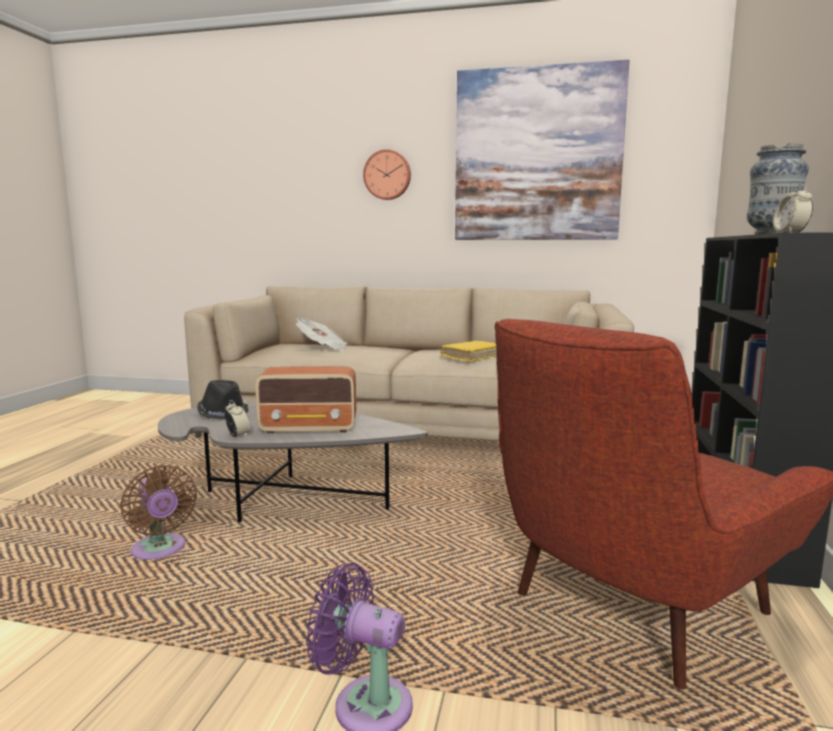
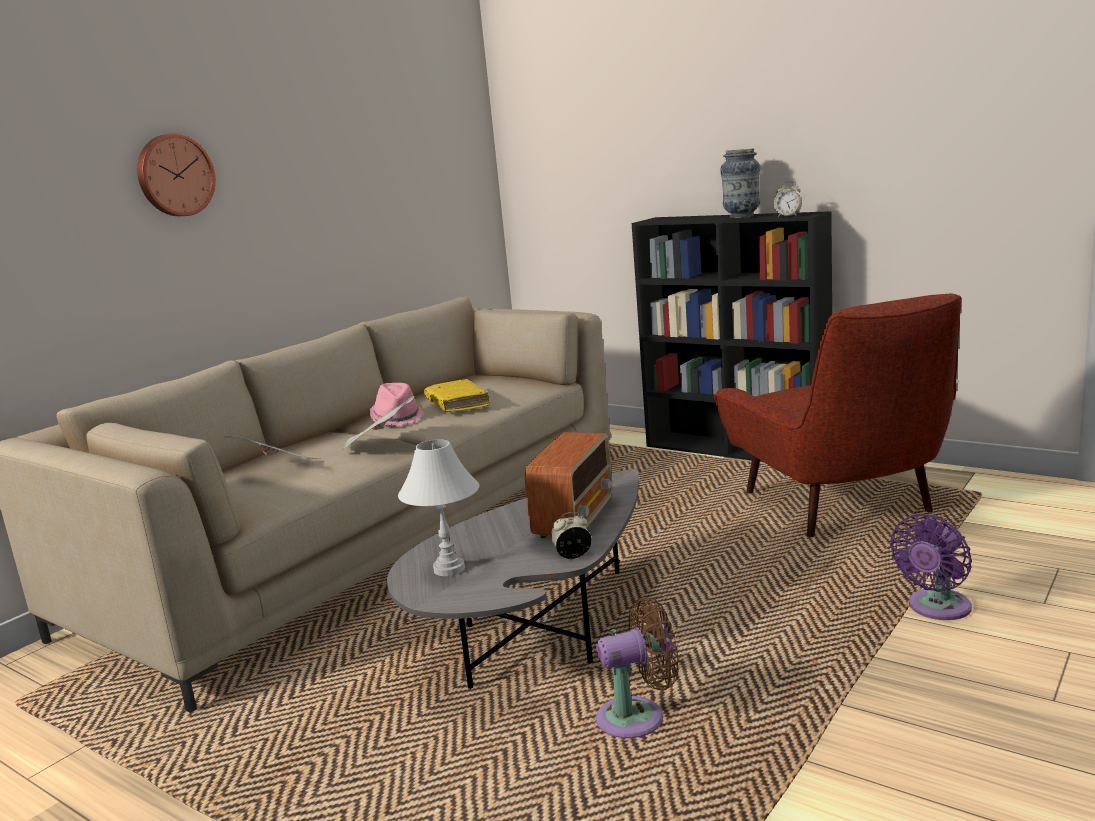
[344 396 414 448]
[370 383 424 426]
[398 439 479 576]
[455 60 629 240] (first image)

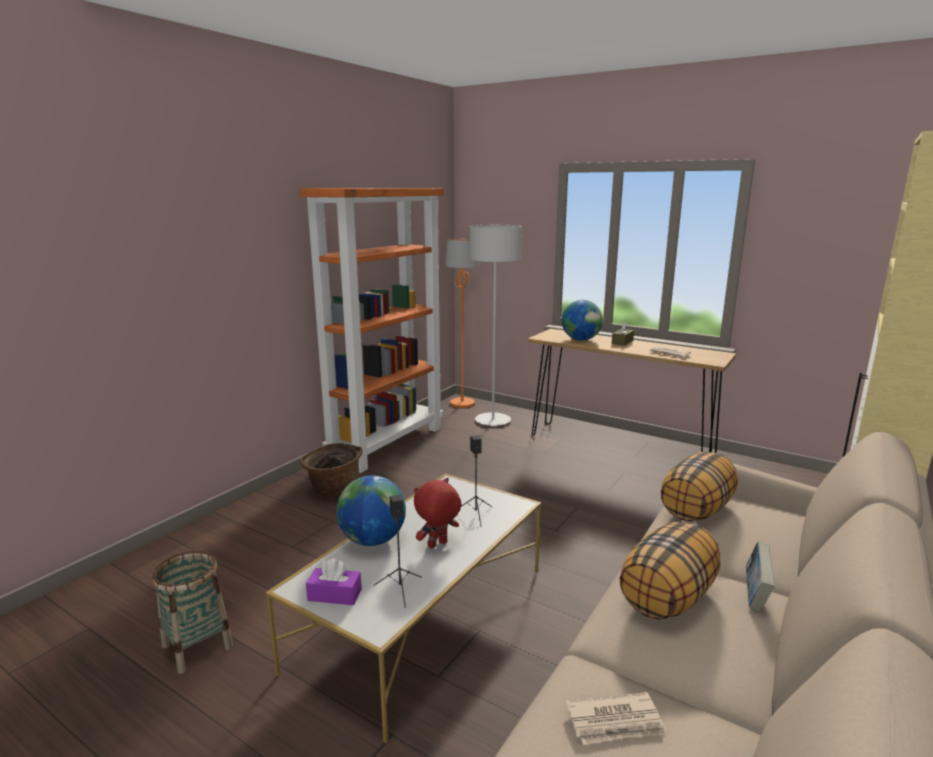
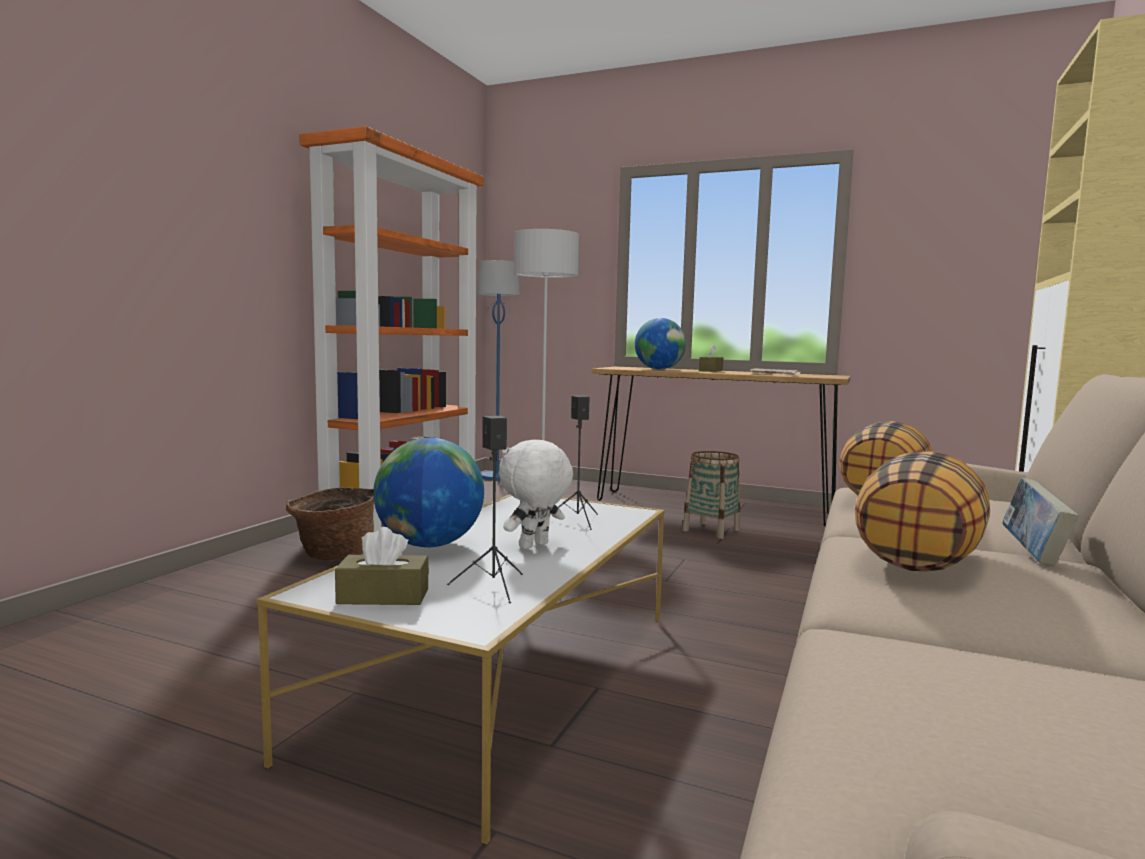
[335 527 429 605]
[477 260 520 481]
[499 440 573 549]
[683 451 740 539]
[565 692 668 745] (first image)

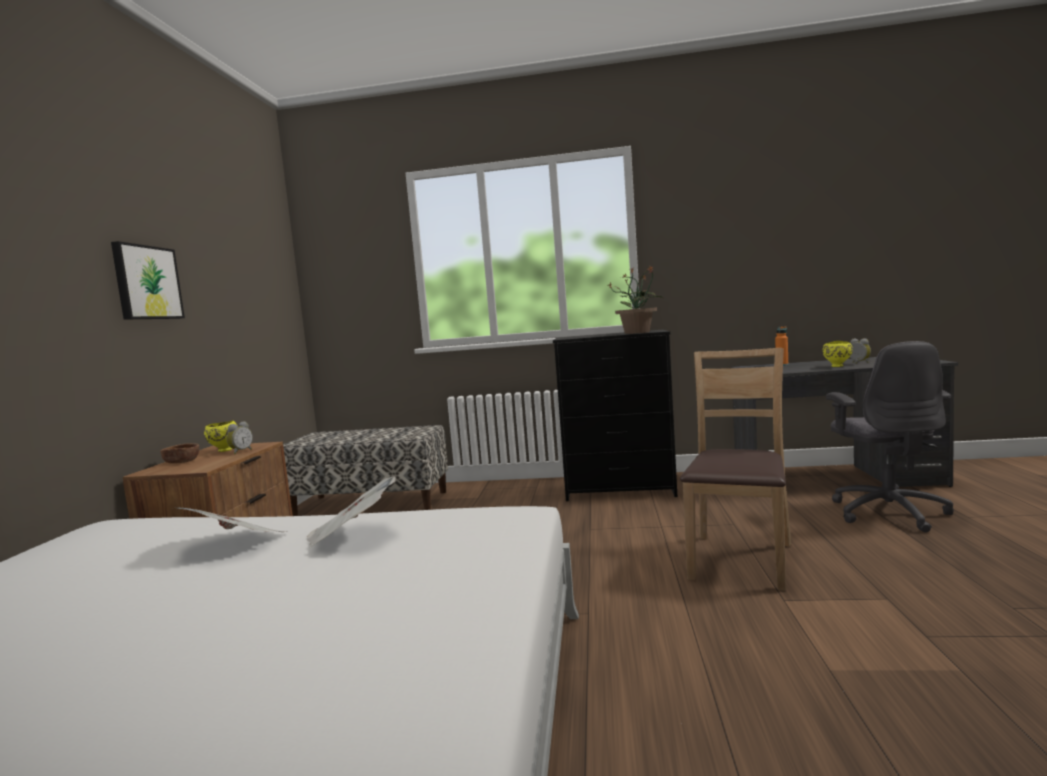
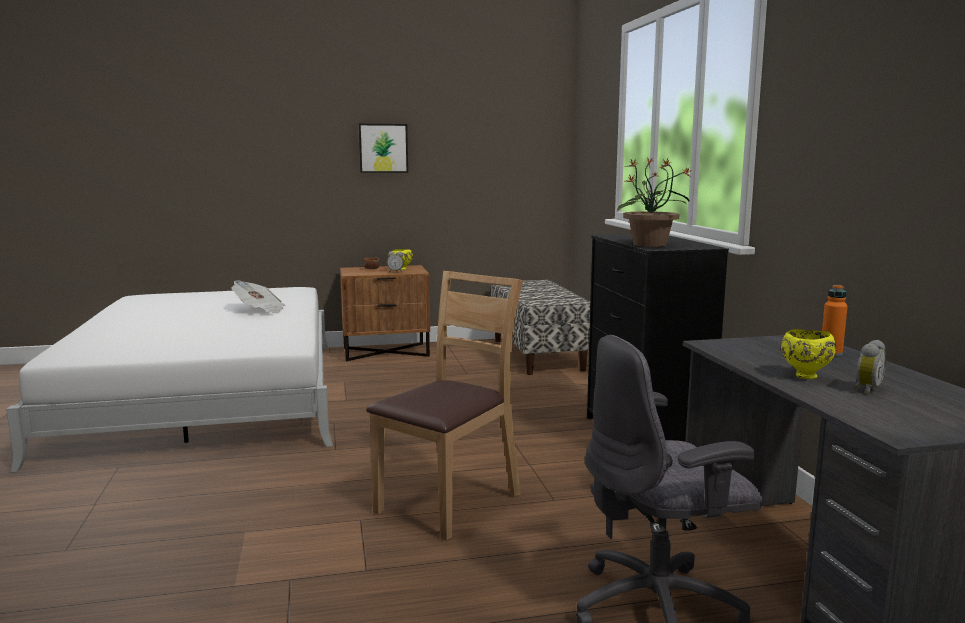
[366 271 523 541]
[307 476 396 548] (first image)

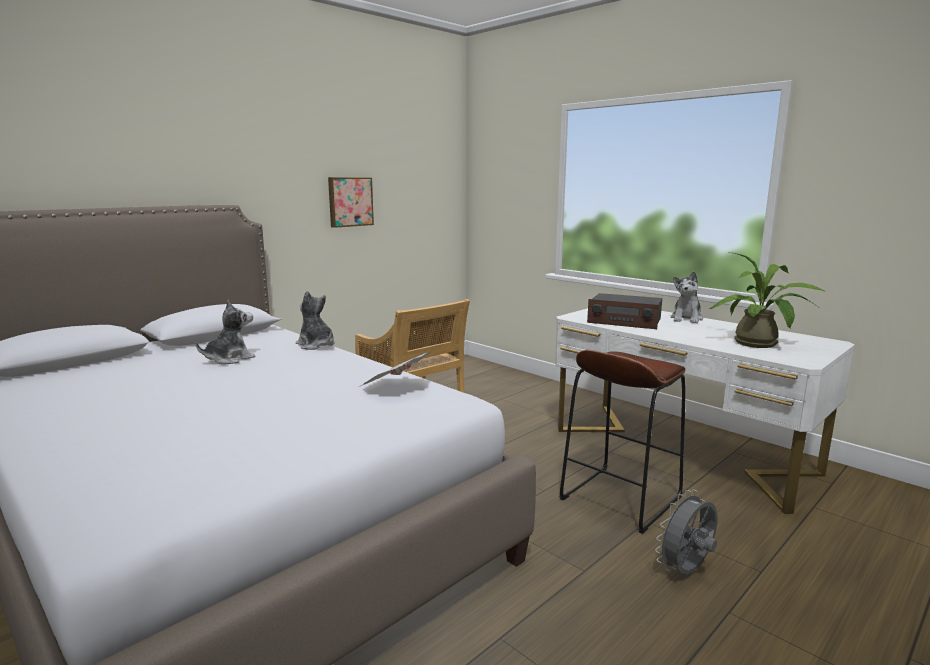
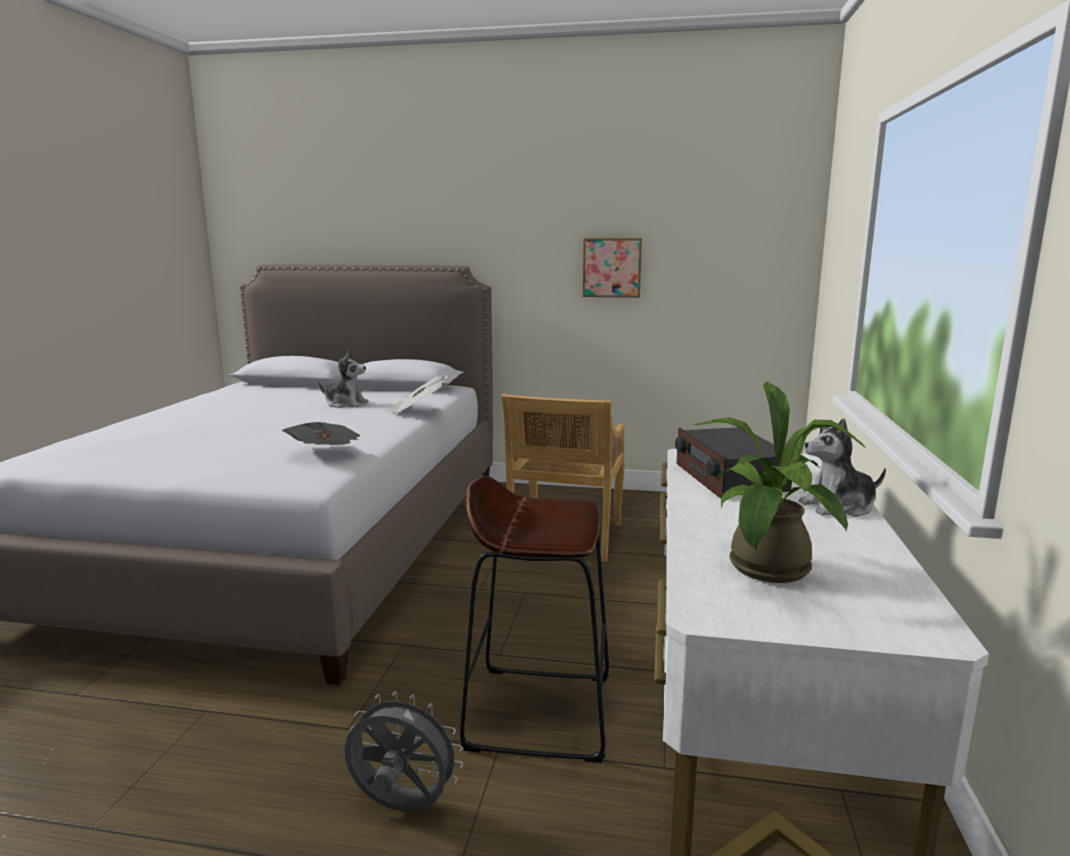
[387 375 448 413]

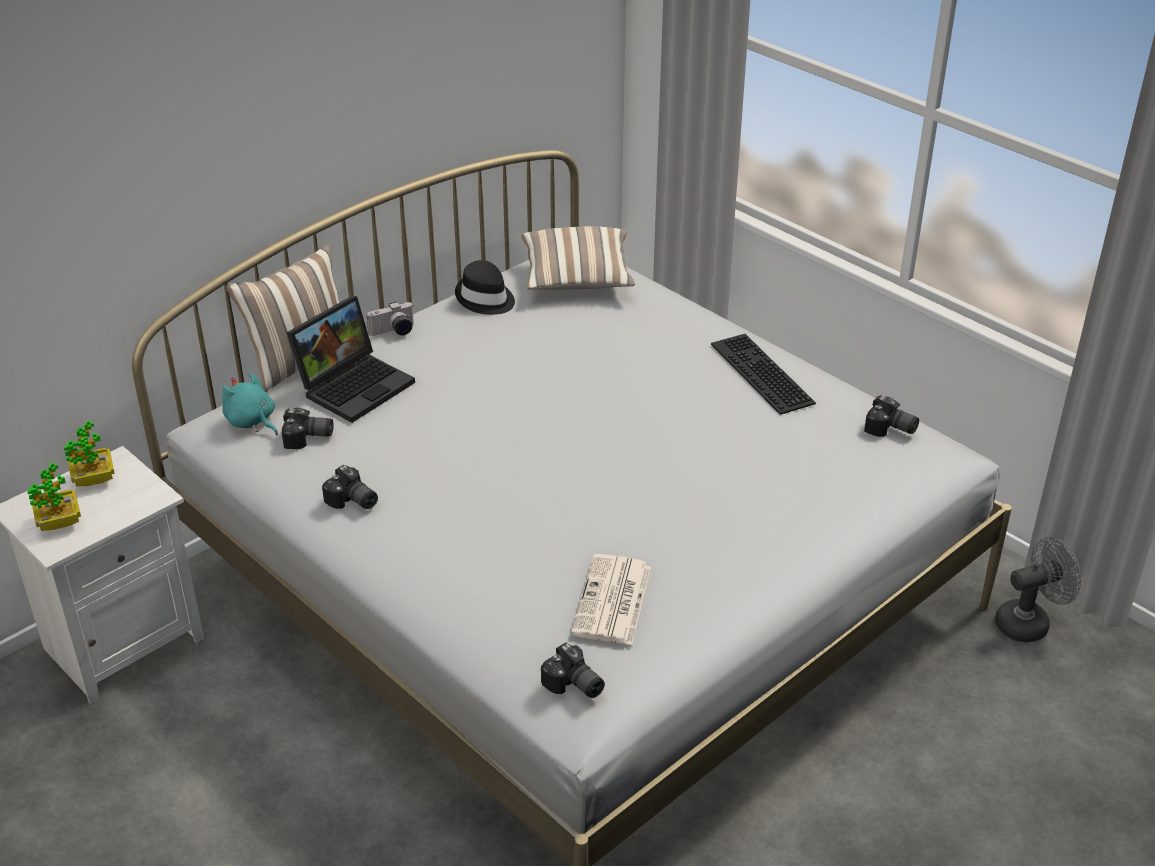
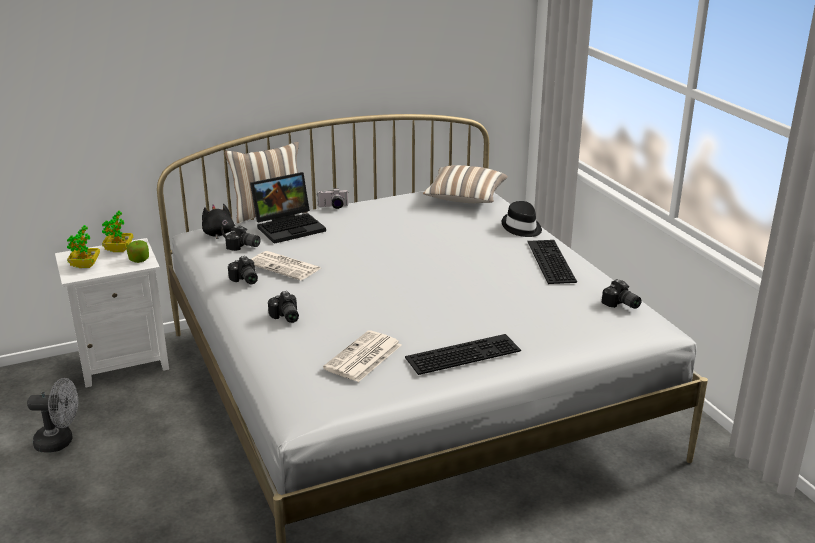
[27 378 78 453]
[127 240 149 263]
[202 204 235 239]
[252 251 321 280]
[268 291 299 323]
[405 334 521 375]
[502 201 542 237]

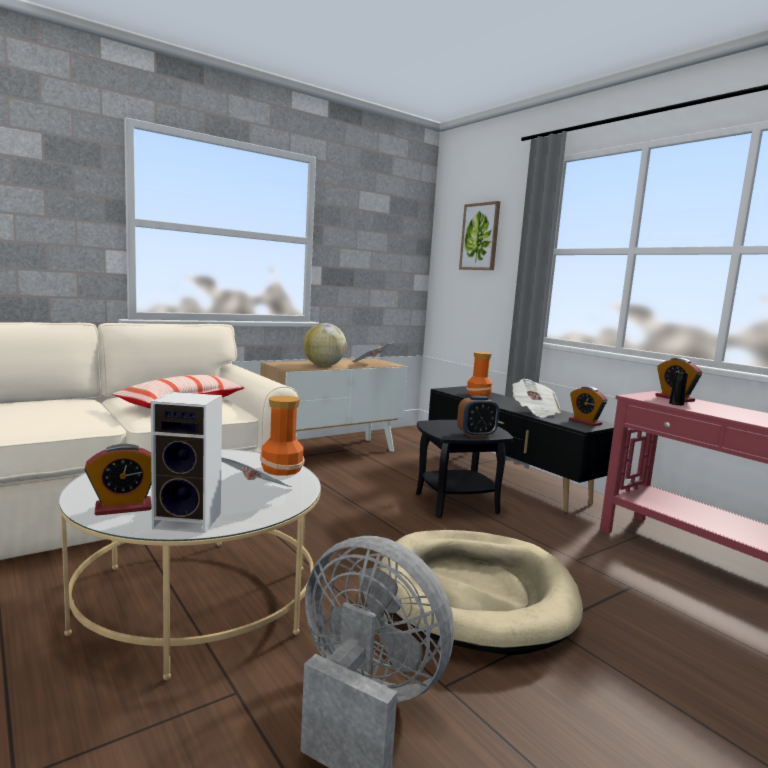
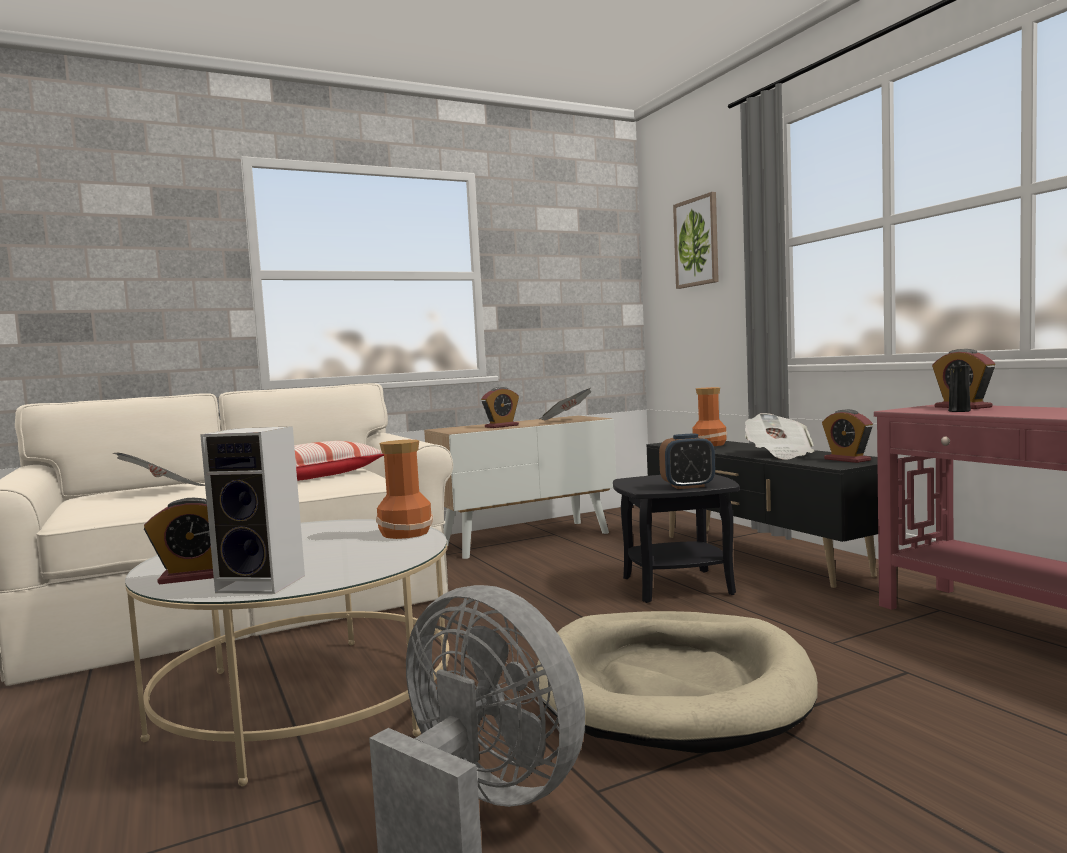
[112 453 205 486]
[481 387 519 428]

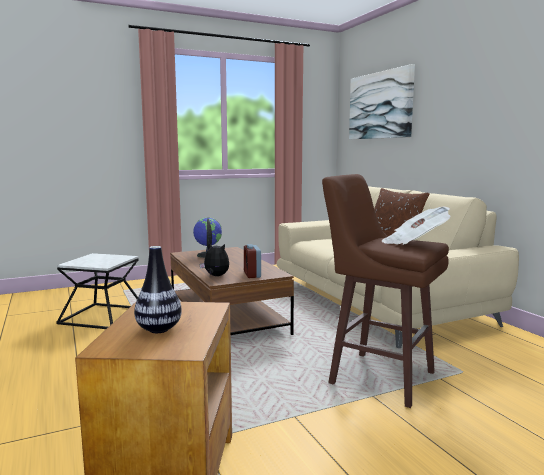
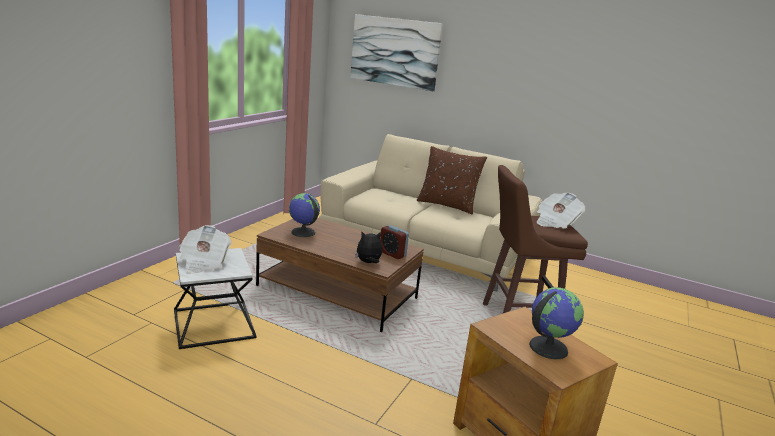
[179 225 232 273]
[529 287 584 359]

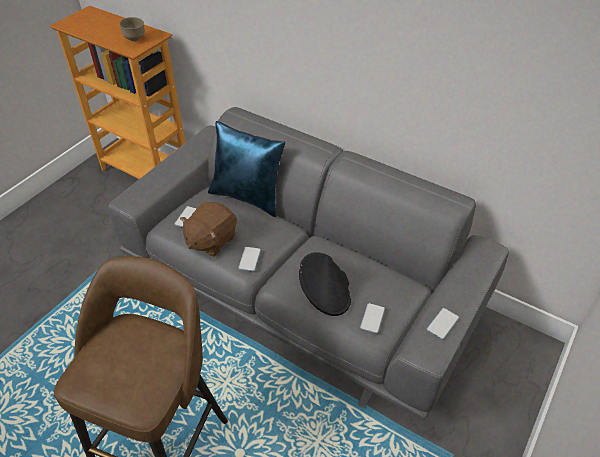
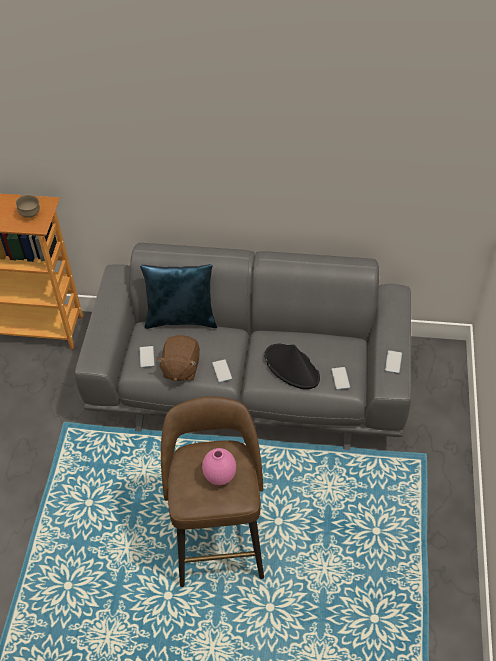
[202 448 236 485]

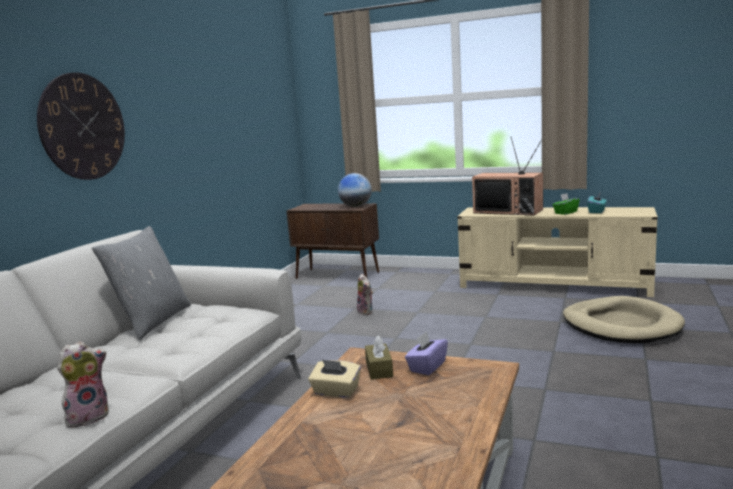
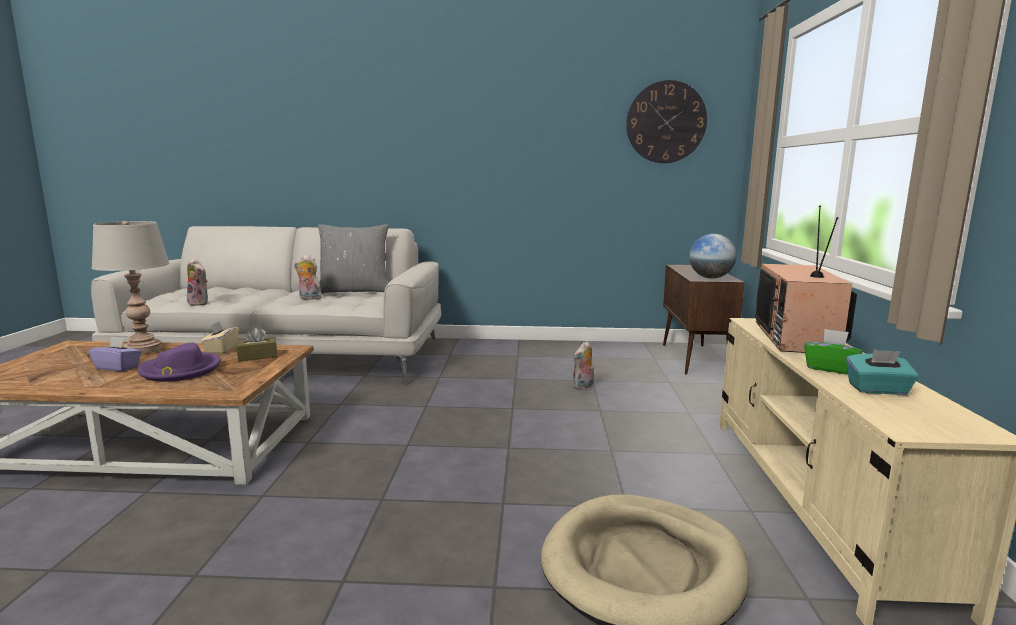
[88 336 142 371]
[92 221 170 354]
[137 342 221 382]
[294 255 322 300]
[626 80 707 163]

